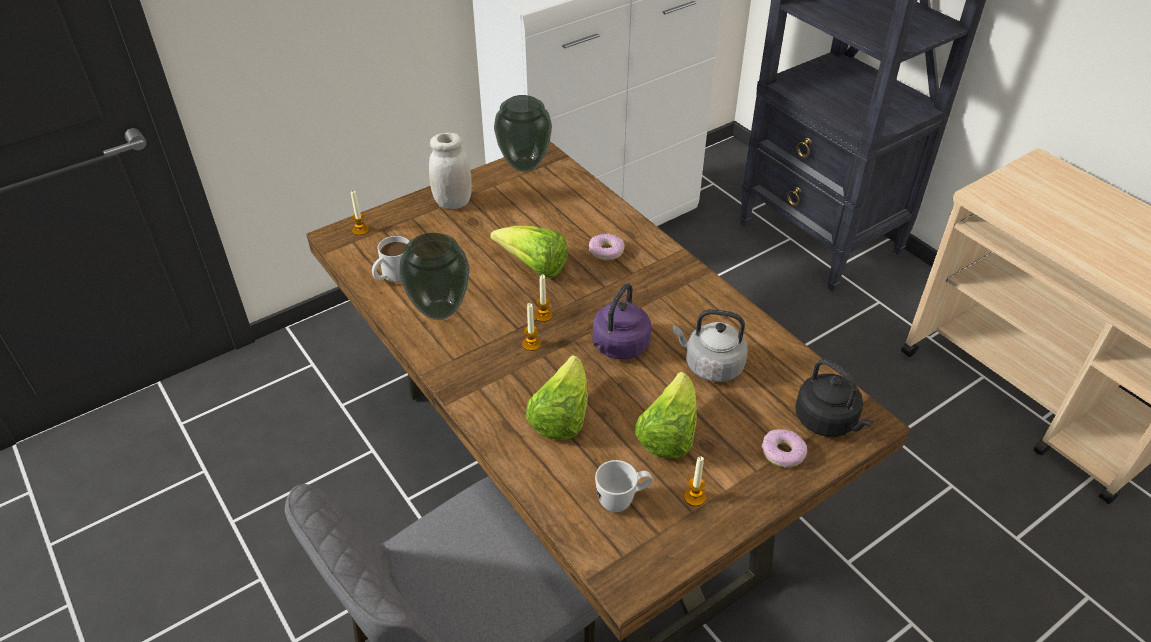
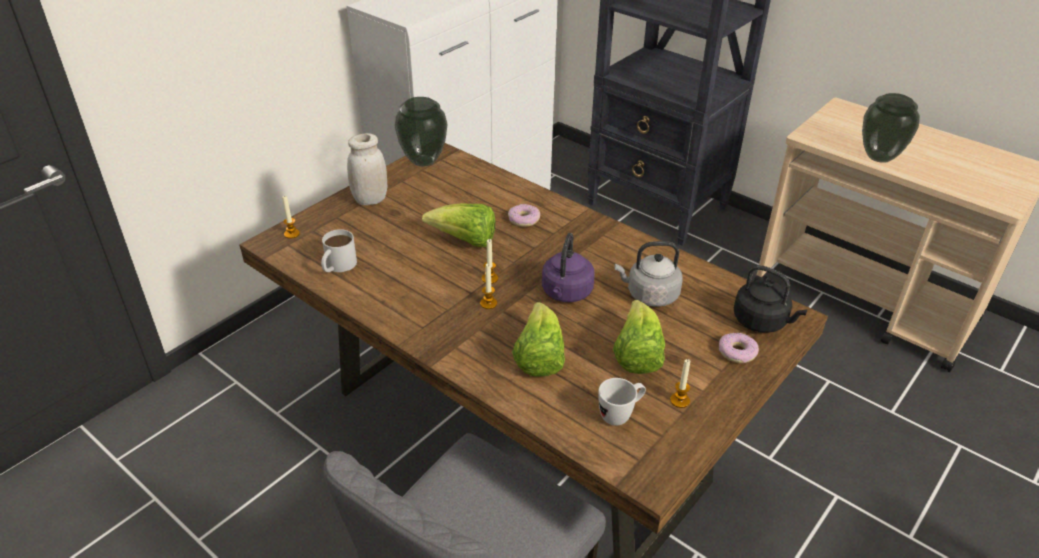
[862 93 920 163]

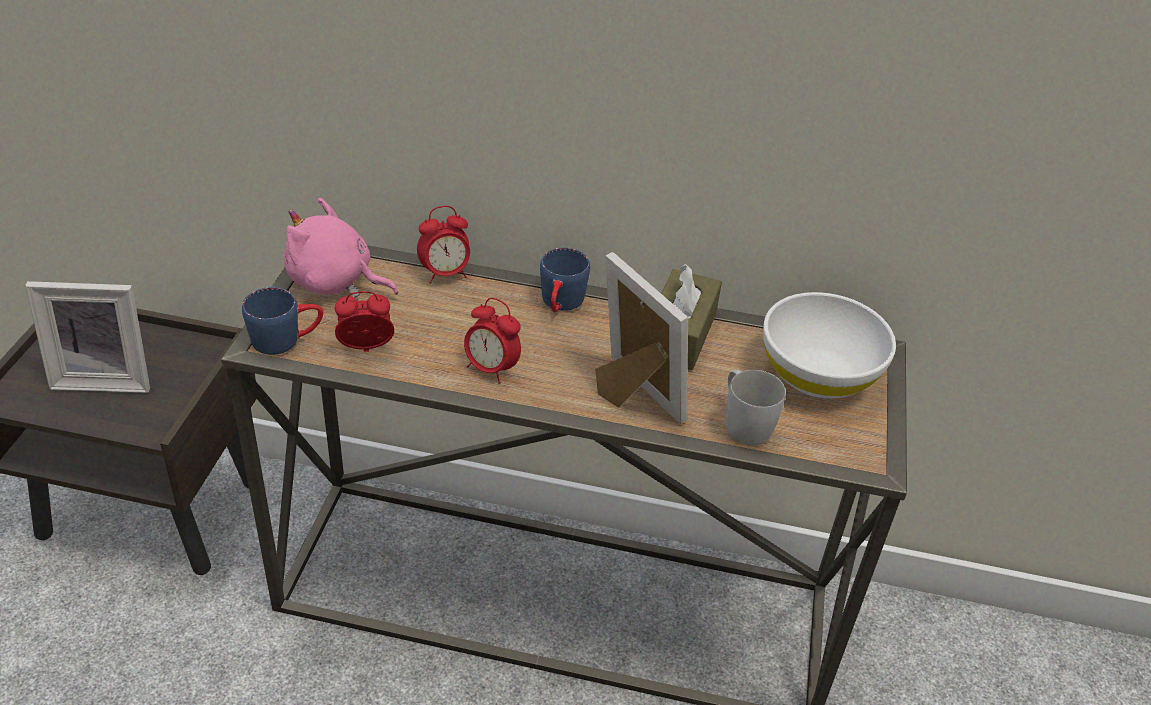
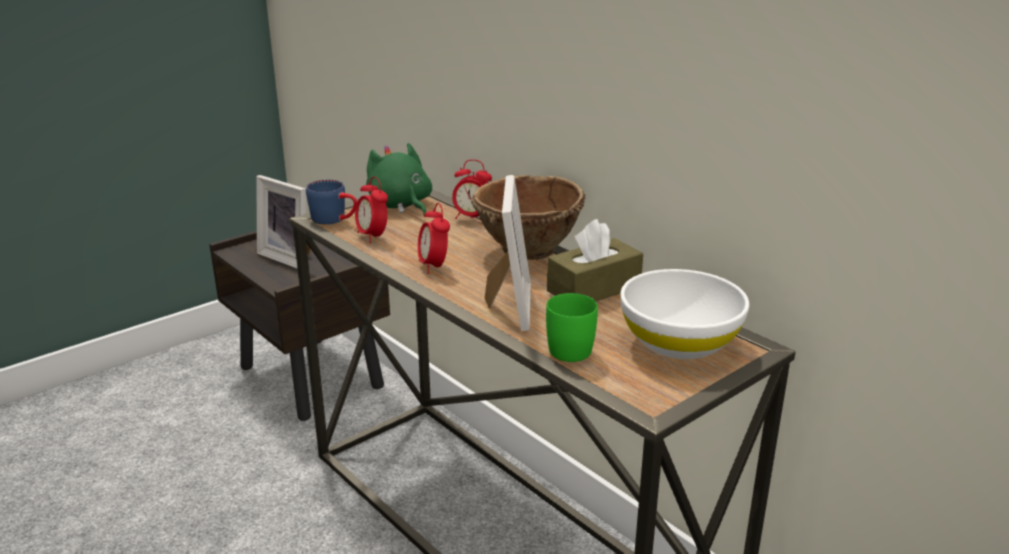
[355 176 388 243]
[366 143 432 215]
[471 175 586 260]
[546 293 598 362]

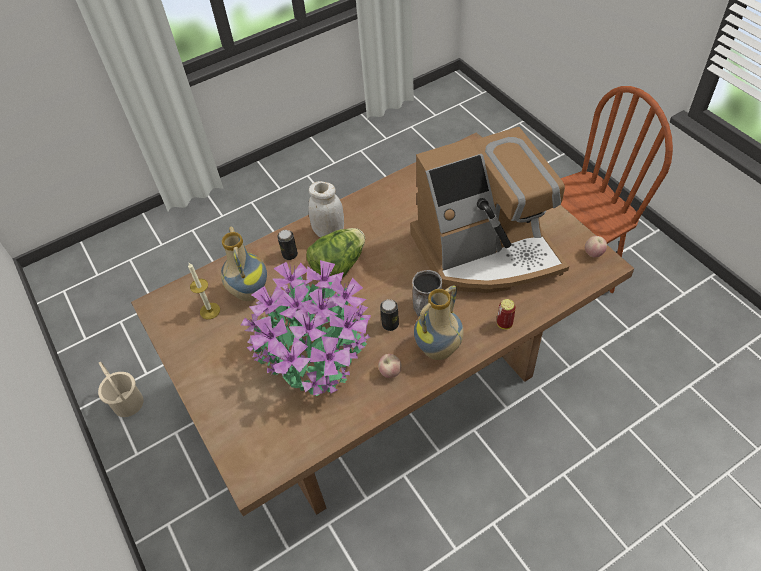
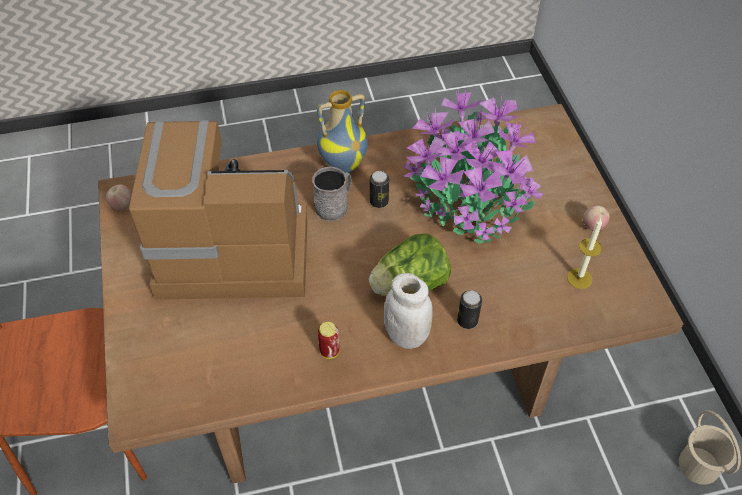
[318 322 339 359]
[583 205 610 231]
[221 226 267 301] (first image)

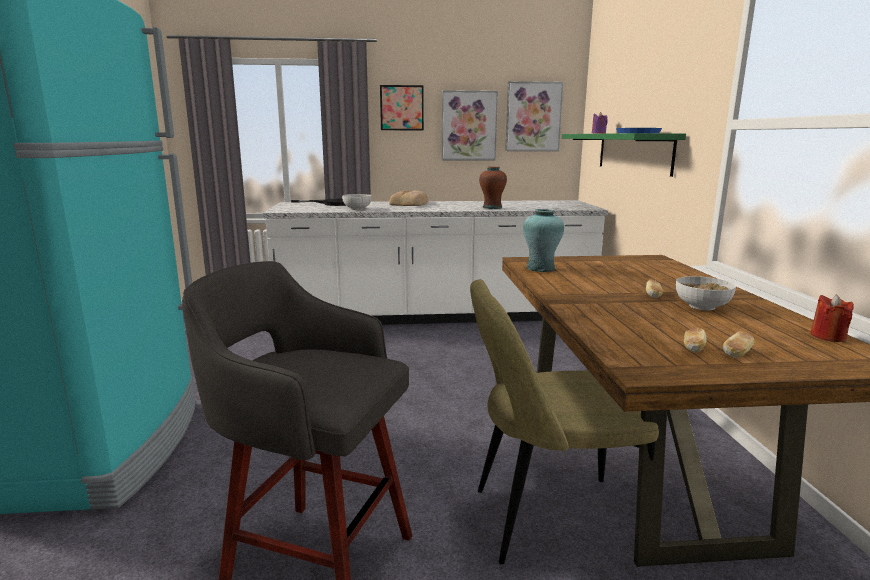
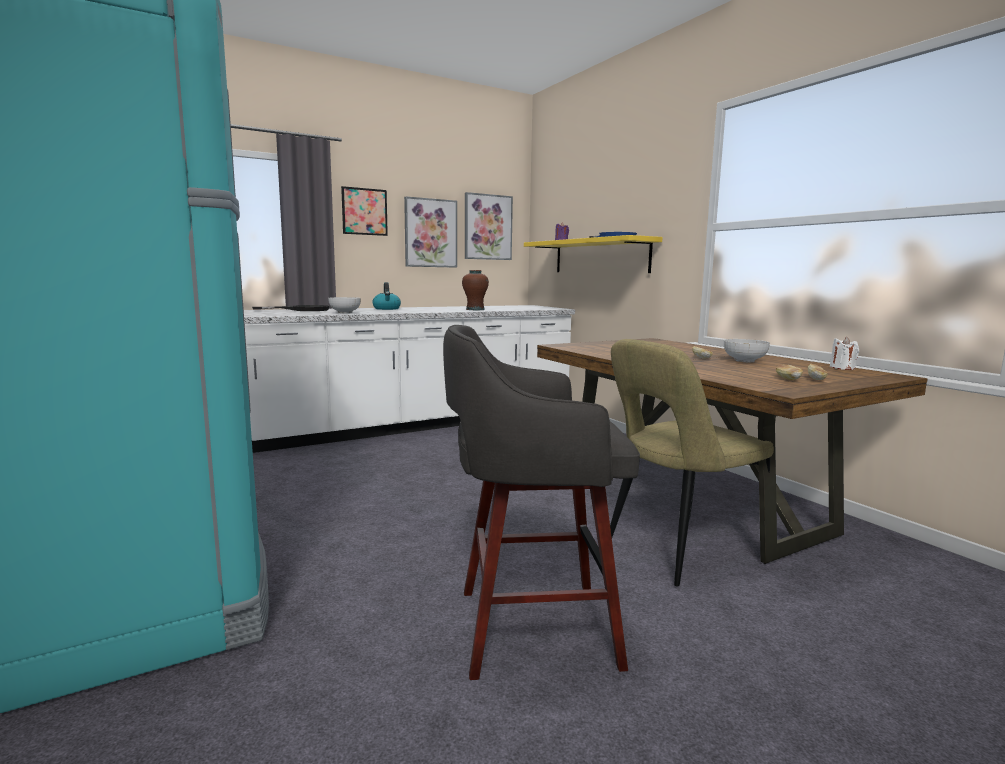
[372 282 401 310]
[524 235 663 273]
[830 337 859 370]
[523 209 564 272] (first image)

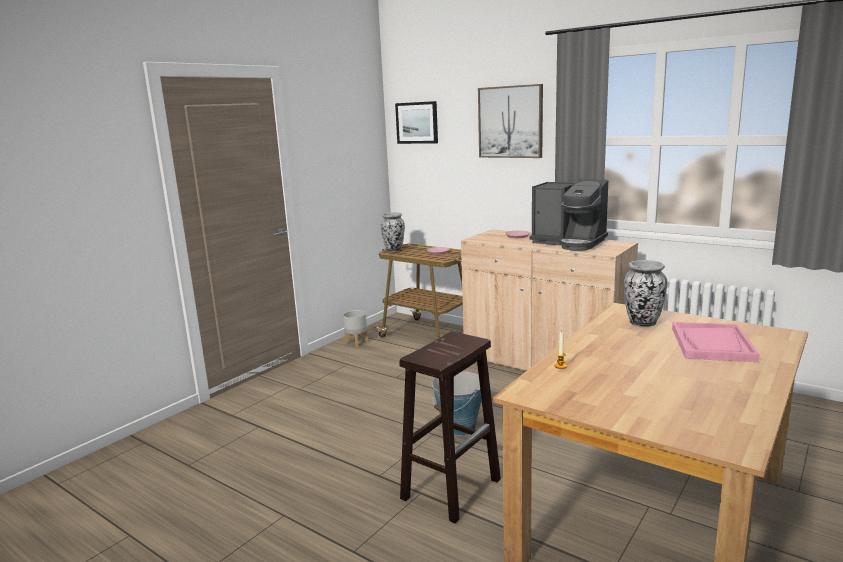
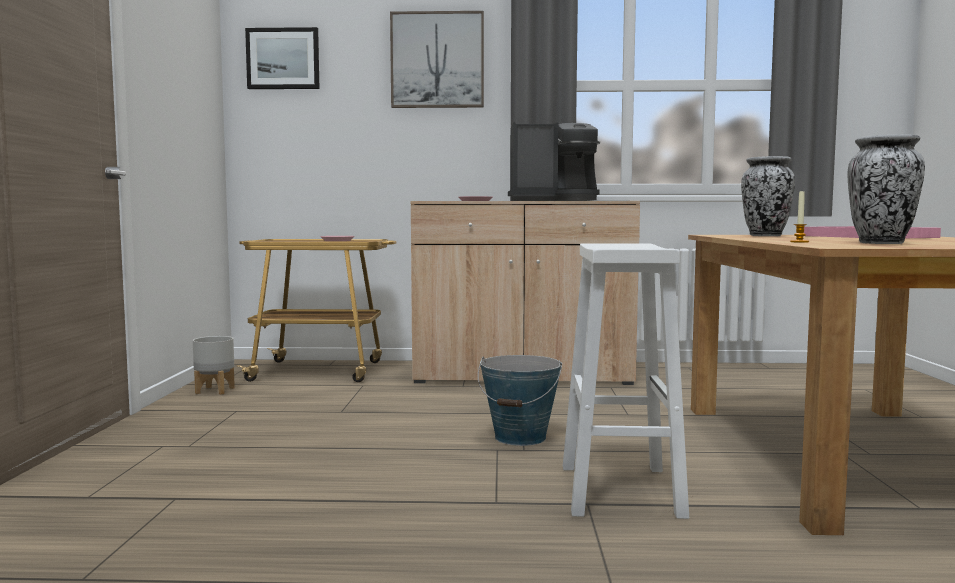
[563 243 689 519]
[848 134 925 244]

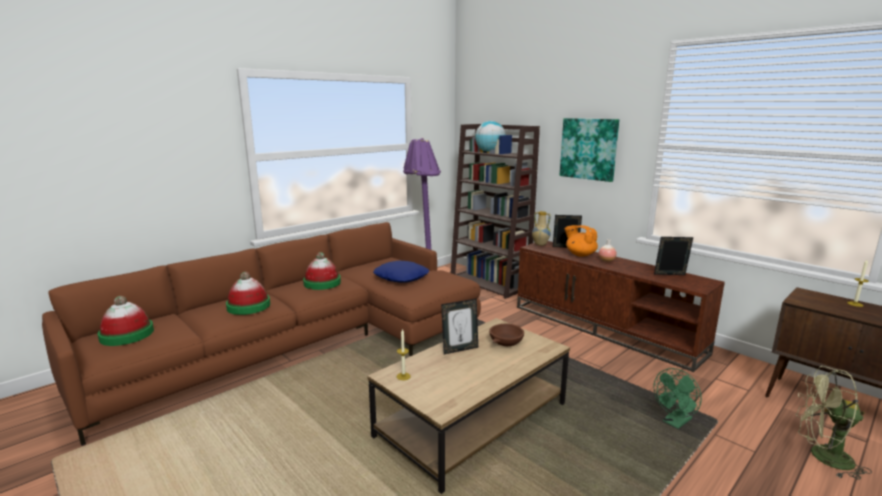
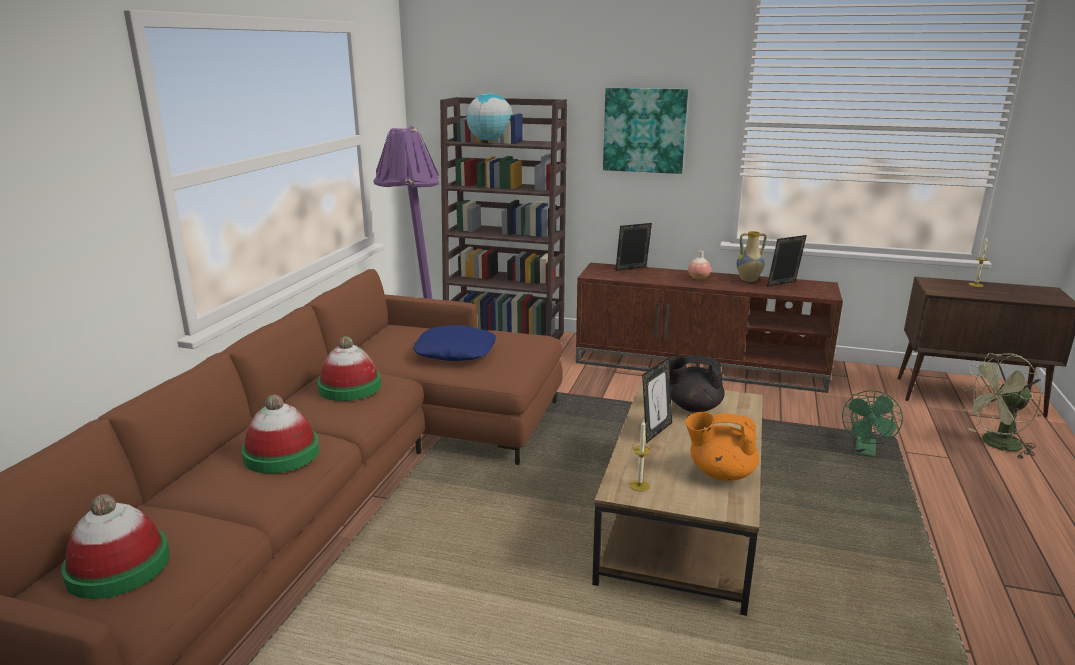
[665 355 725 412]
[686 412 759 481]
[737 231 767 282]

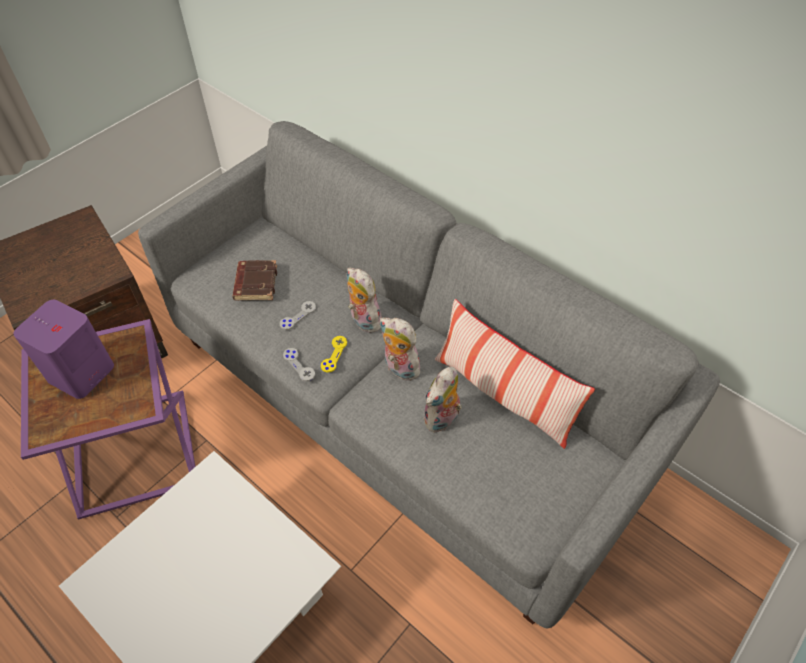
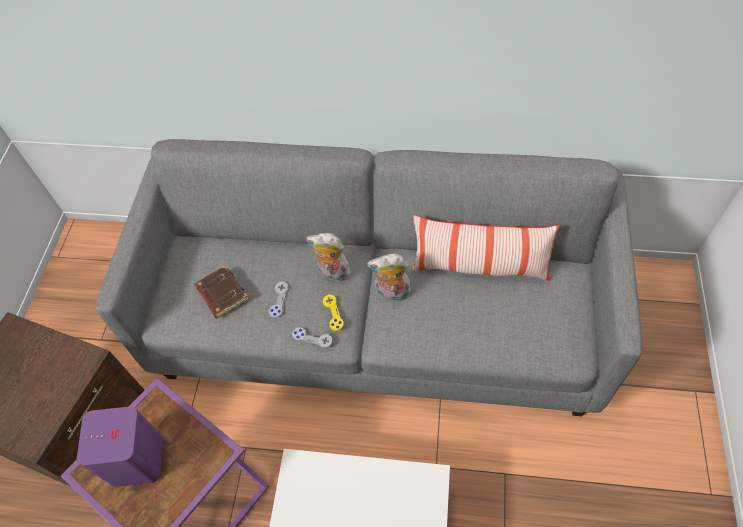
[423 367 462 433] (first image)

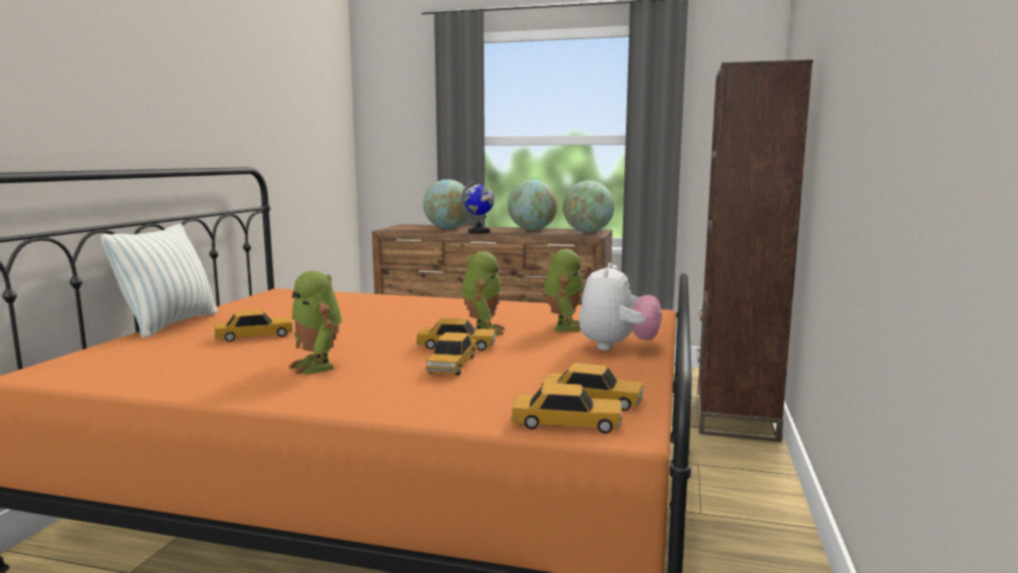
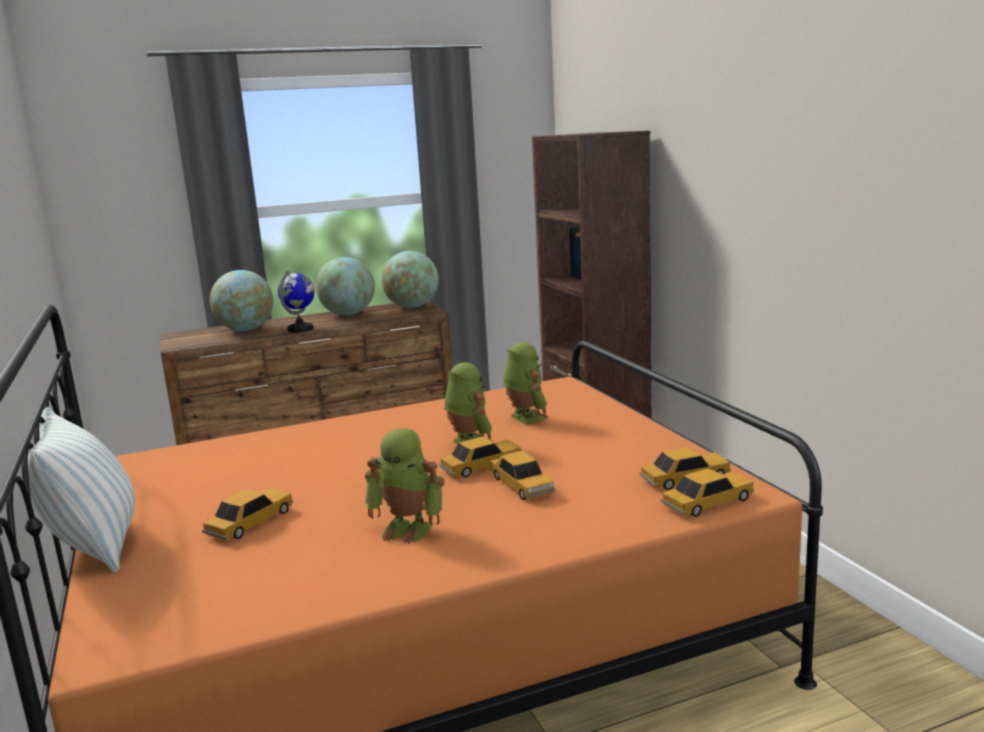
[579 263 662 350] (first image)

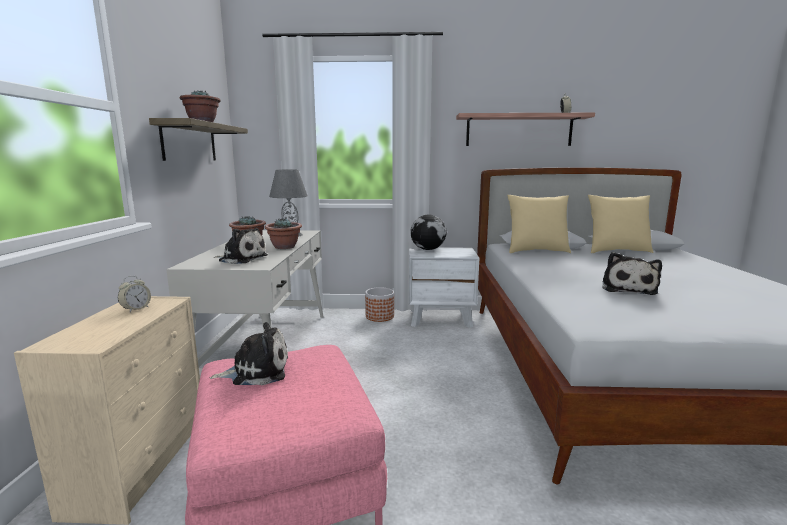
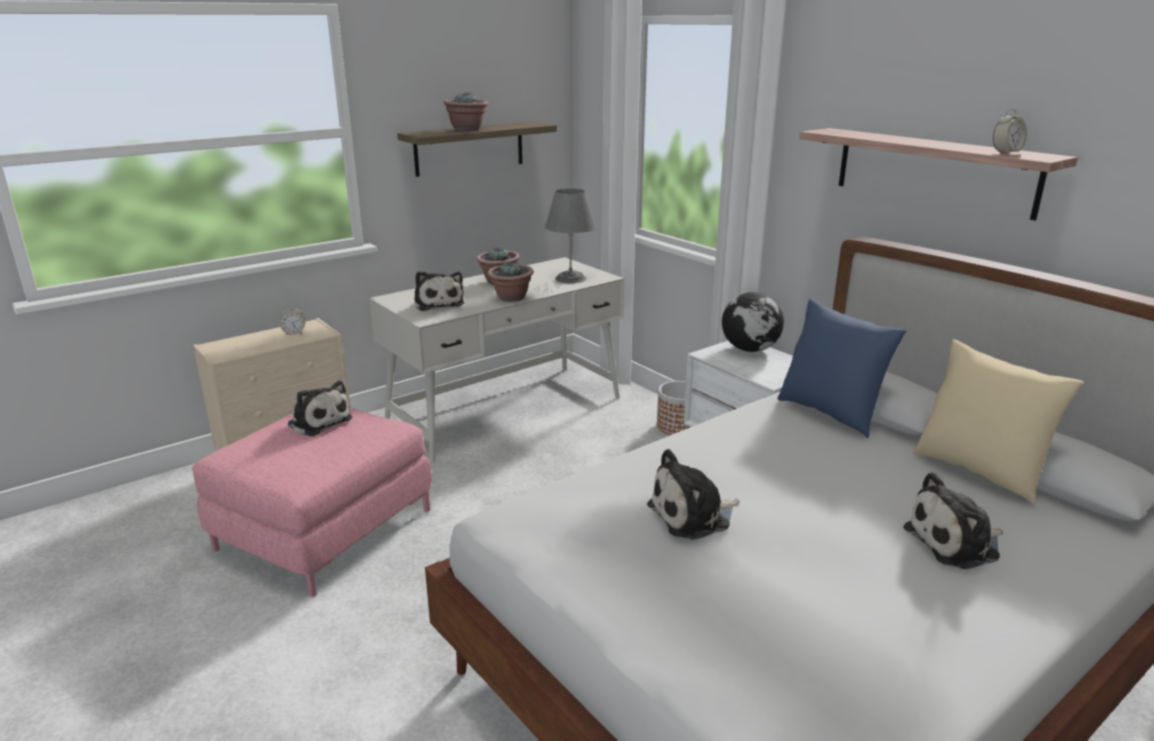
[777 299 906 438]
[903 472 1003 569]

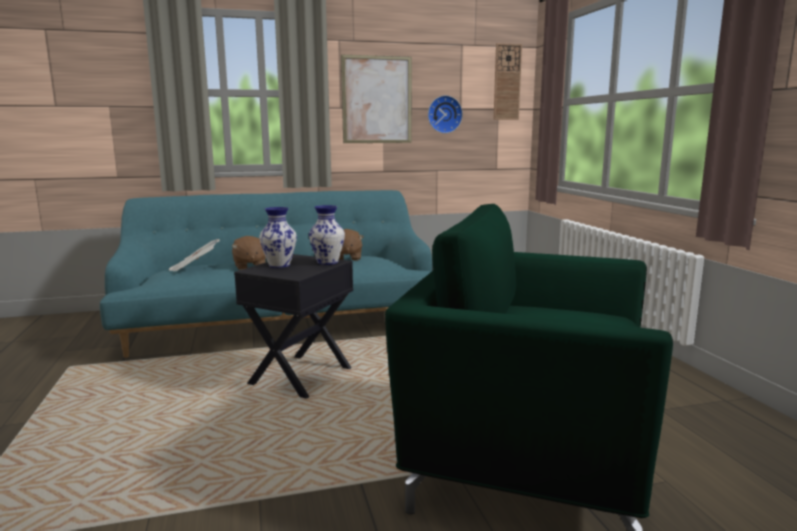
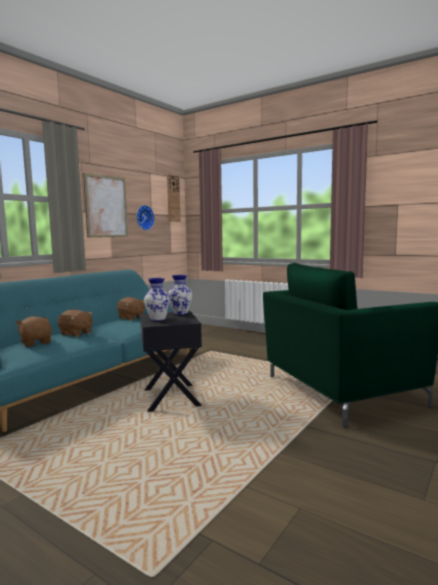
[15 316 52 346]

